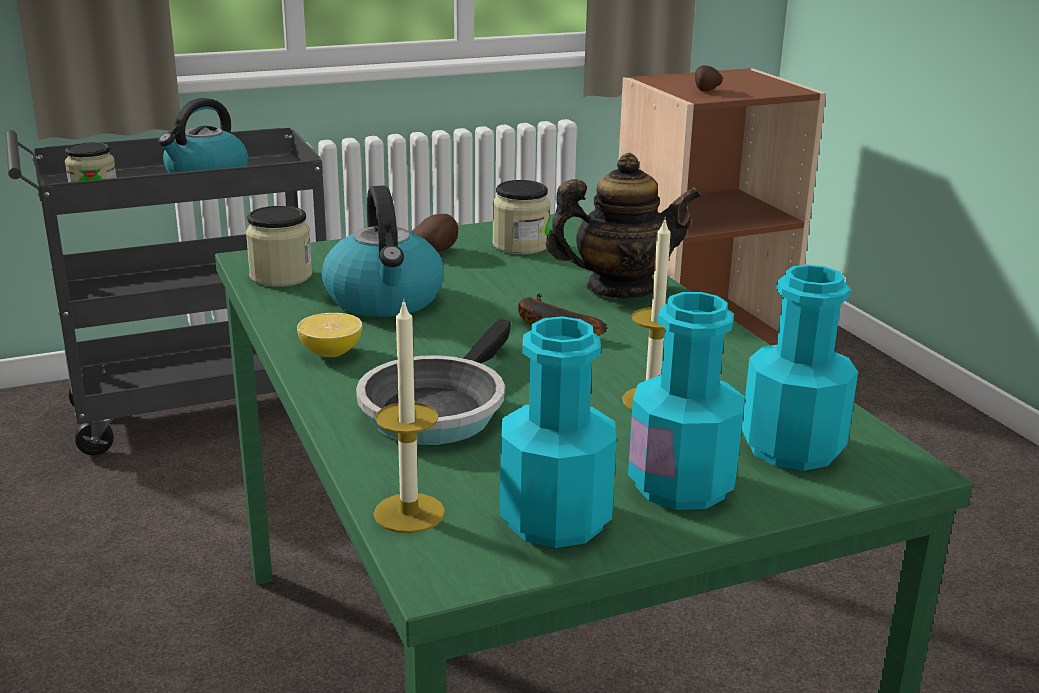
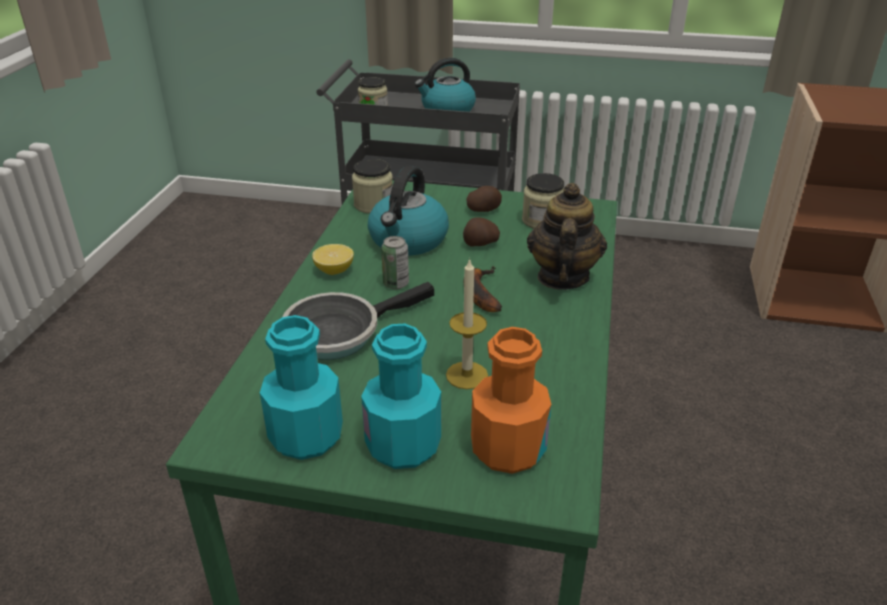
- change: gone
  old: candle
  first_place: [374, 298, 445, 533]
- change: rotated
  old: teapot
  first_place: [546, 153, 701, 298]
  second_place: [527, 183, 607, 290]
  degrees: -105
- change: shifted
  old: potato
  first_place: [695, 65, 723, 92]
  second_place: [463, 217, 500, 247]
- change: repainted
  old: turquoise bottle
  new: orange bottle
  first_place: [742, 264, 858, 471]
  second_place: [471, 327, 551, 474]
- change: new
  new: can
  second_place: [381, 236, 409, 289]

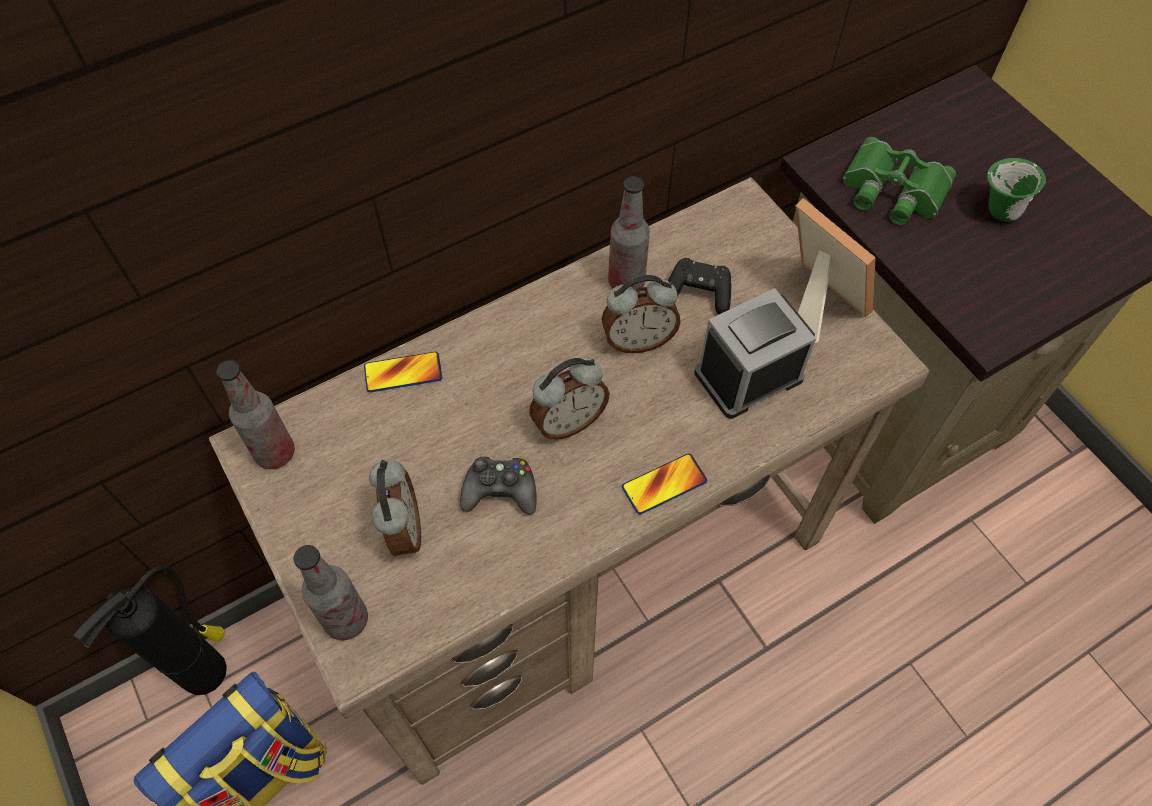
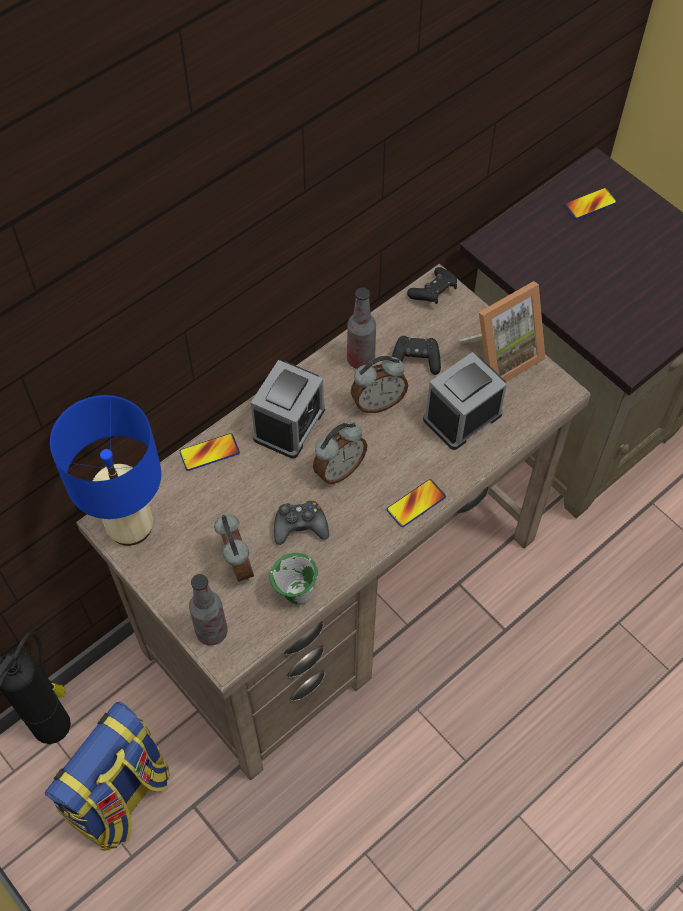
- change: swapped
  old: bottle
  new: blue table lamp
  first_place: [216, 360, 295, 469]
  second_place: [50, 395, 161, 546]
- change: rotated
  old: picture frame
  first_place: [795, 198, 876, 344]
  second_place: [460, 281, 545, 383]
  degrees: 105
- change: gone
  old: green binoculars
  first_place: [843, 137, 956, 226]
- change: shifted
  old: green mug
  first_place: [987, 158, 1046, 222]
  second_place: [270, 553, 318, 604]
- change: new
  new: alarm clock
  second_place: [251, 360, 325, 459]
- change: new
  new: black game controller
  second_place: [407, 267, 457, 304]
- change: new
  new: phone
  second_place: [564, 188, 617, 219]

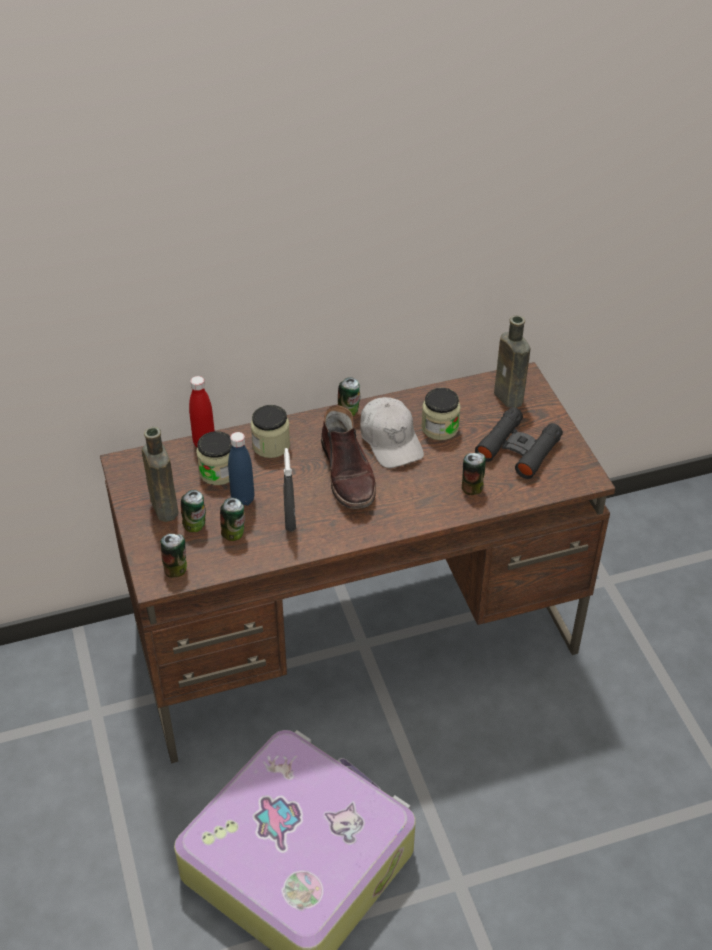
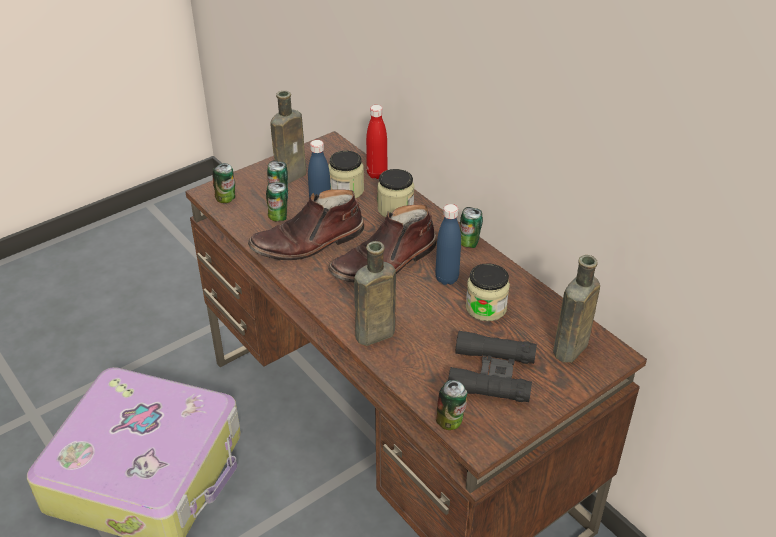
- change: swapped
  old: grey spray bottle
  new: brown boot
  first_place: [283, 448, 296, 531]
  second_place: [248, 189, 365, 260]
- change: swapped
  old: white cap
  new: blue bottle
  first_place: [360, 397, 424, 468]
  second_place: [435, 204, 461, 285]
- change: shifted
  old: can
  first_place: [462, 453, 486, 495]
  second_place: [436, 380, 467, 430]
- change: new
  new: brown bottle
  second_place: [354, 241, 396, 346]

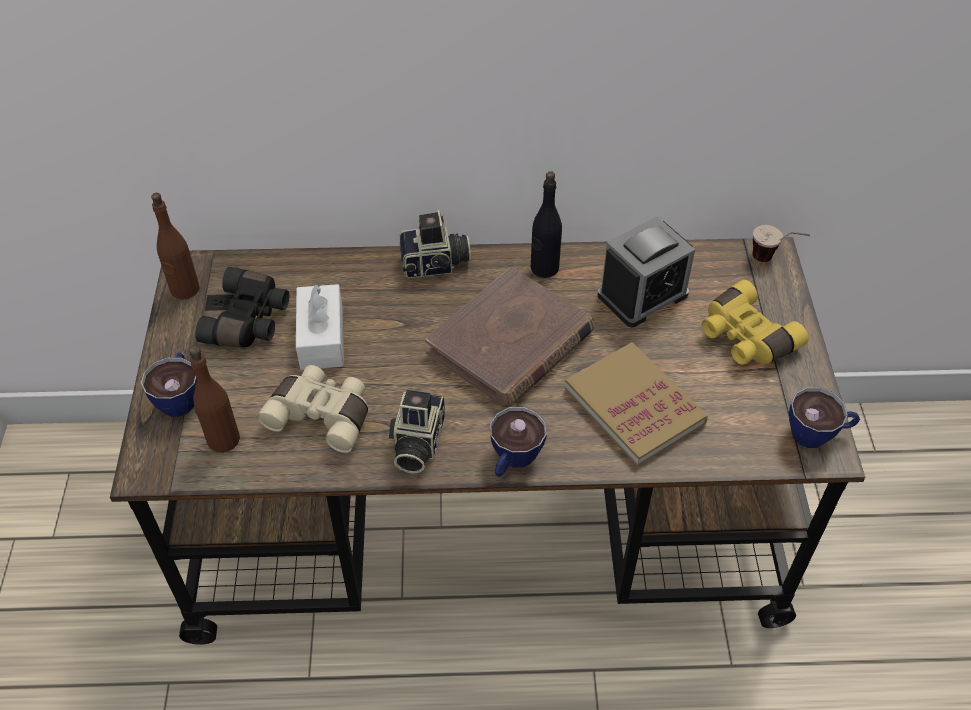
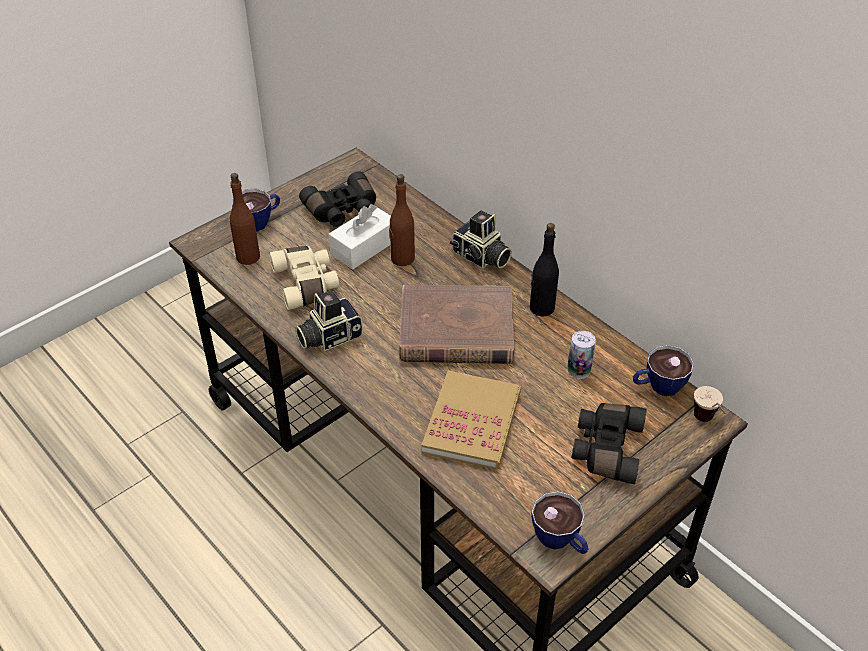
- change: shifted
  old: brown bottle
  first_place: [151, 193, 200, 300]
  second_place: [389, 174, 415, 266]
- change: shifted
  old: cup
  first_place: [490, 407, 547, 477]
  second_place: [633, 345, 694, 396]
- change: swapped
  old: alarm clock
  new: can
  first_place: [598, 217, 695, 327]
  second_place: [567, 331, 596, 379]
- change: repainted
  old: yellow binoculars
  new: black binoculars
  first_place: [702, 280, 809, 365]
  second_place: [572, 403, 647, 484]

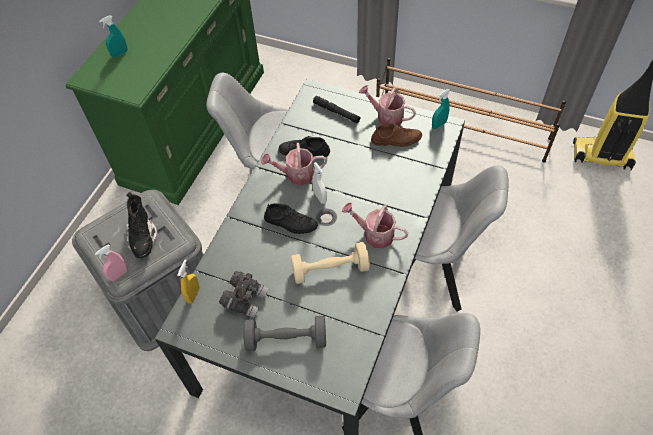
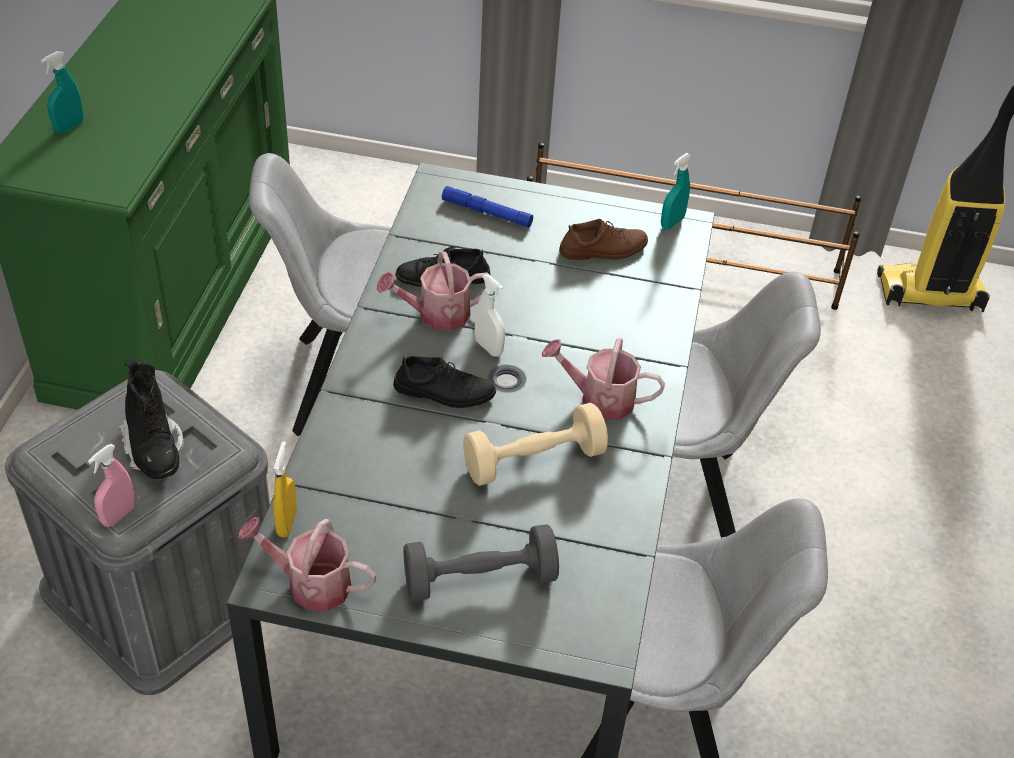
- change: gone
  old: grey binoculars
  first_place: [219, 271, 269, 318]
- change: repainted
  old: black flashlight
  new: blue flashlight
  first_place: [313, 96, 361, 123]
  second_place: [442, 186, 533, 228]
- change: shifted
  old: watering can
  first_place: [359, 85, 416, 126]
  second_place: [238, 517, 376, 611]

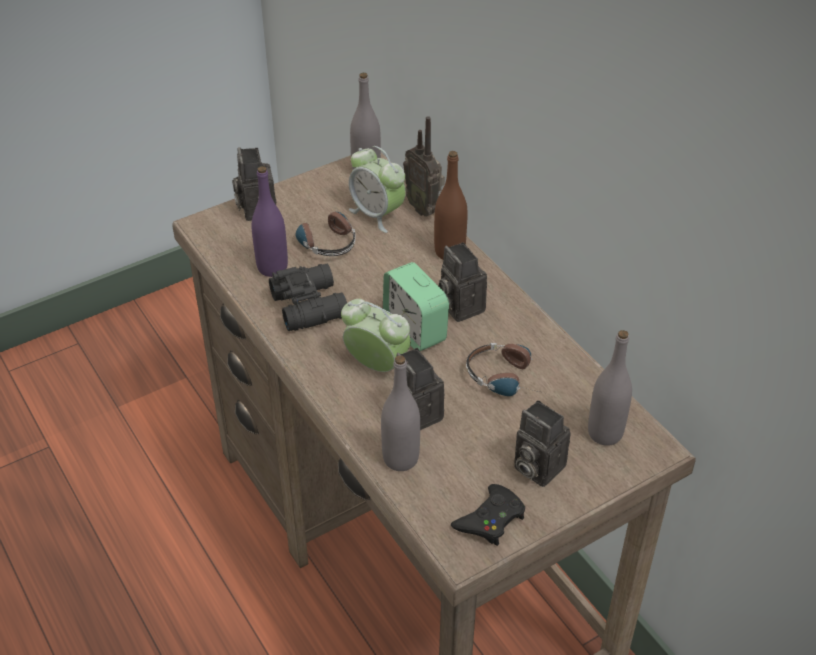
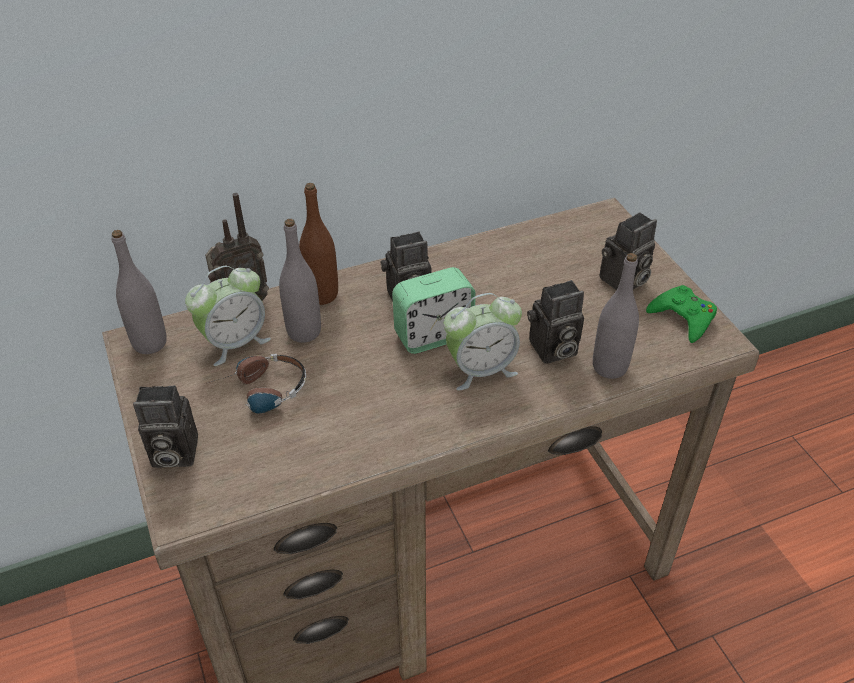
- change: gone
  old: purple bottle
  first_place: [252, 166, 288, 277]
- change: gone
  old: black binoculars
  first_place: [269, 264, 347, 331]
- change: rotated
  old: alarm clock
  first_place: [341, 299, 411, 372]
  second_place: [444, 293, 522, 390]
  degrees: -150
- change: repainted
  old: black game controller
  new: green game controller
  first_place: [451, 484, 525, 546]
  second_place: [646, 285, 717, 343]
- change: gone
  old: headphones
  first_place: [466, 343, 544, 396]
- change: shifted
  old: grey bottle
  first_place: [588, 330, 632, 446]
  second_place: [279, 219, 321, 343]

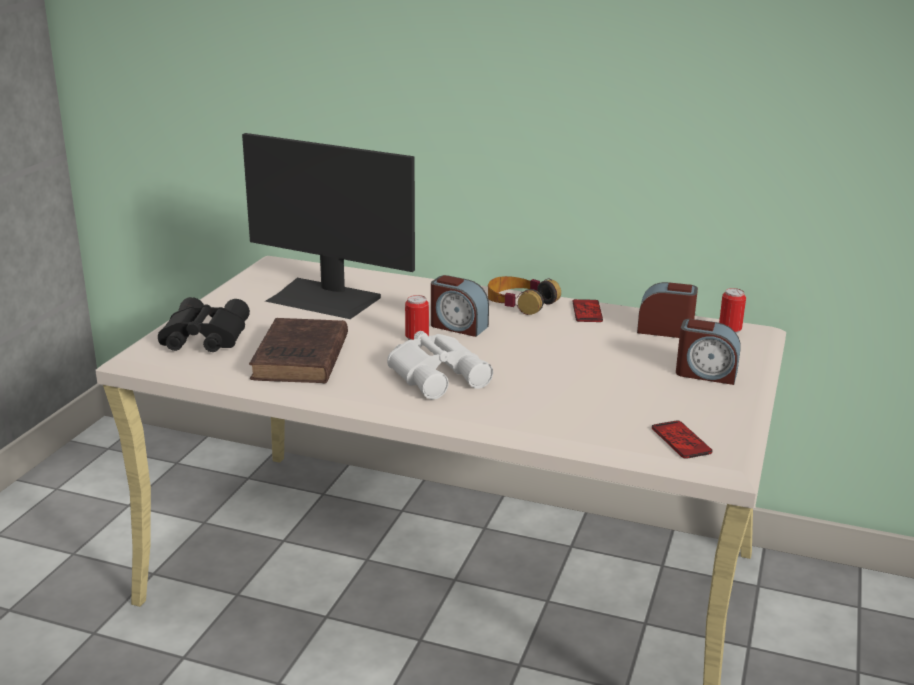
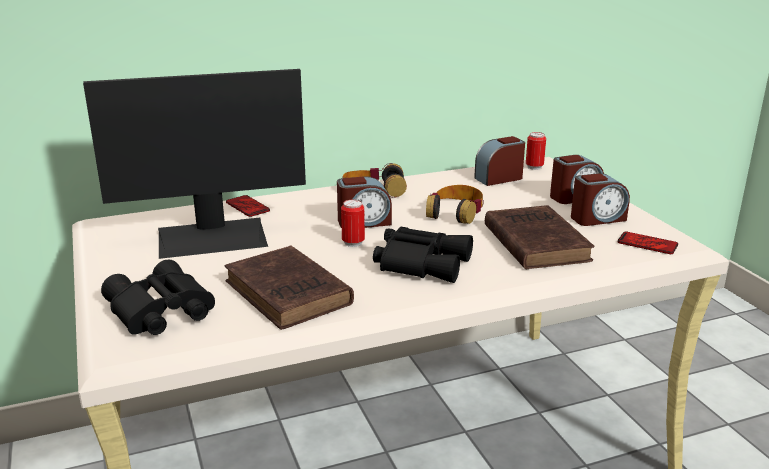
- change: repainted
  old: white binoculars
  new: black binoculars
  first_place: [387, 331, 493, 400]
  second_place: [373, 227, 473, 283]
- change: shifted
  old: phone
  first_place: [573, 299, 603, 322]
  second_place: [226, 195, 270, 217]
- change: new
  new: headphones
  second_place: [426, 185, 484, 224]
- change: new
  new: brown book
  second_place: [485, 205, 595, 269]
- change: new
  new: alarm clock
  second_place: [571, 173, 630, 226]

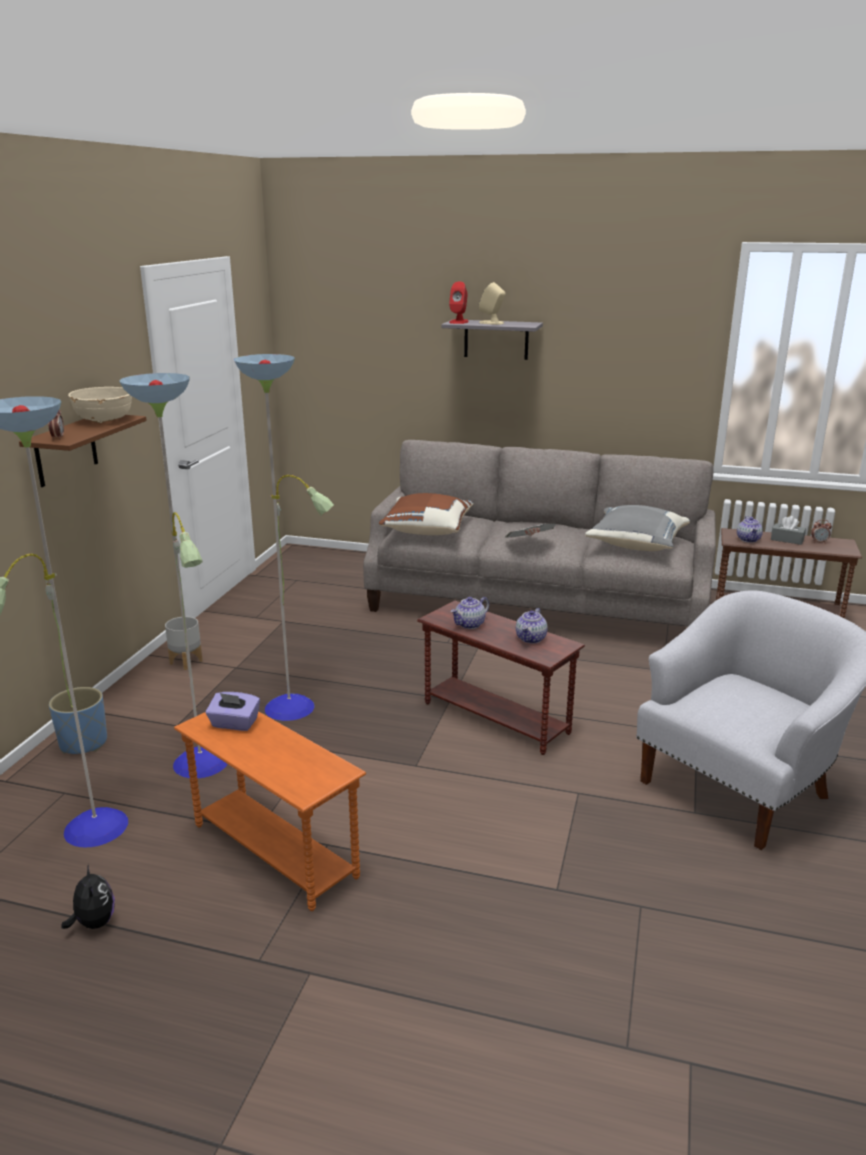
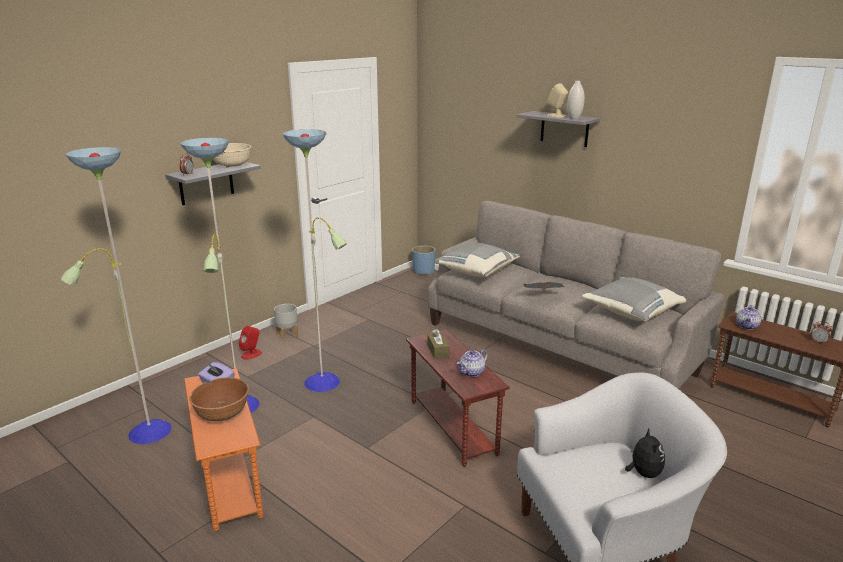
- change: repainted
  old: brown shelf
  new: grey shelf
  first_place: [19, 415, 147, 487]
  second_place: [165, 162, 261, 205]
- change: shifted
  old: blue planter
  first_place: [49, 687, 107, 754]
  second_place: [412, 245, 436, 275]
- change: shifted
  old: plush toy
  first_place: [61, 864, 115, 929]
  second_place: [625, 429, 665, 478]
- change: repainted
  old: brown pillow
  new: grey pillow
  first_place: [379, 493, 473, 535]
  second_place: [435, 242, 520, 277]
- change: shifted
  old: red speaker
  first_place: [449, 282, 469, 324]
  second_place: [239, 326, 262, 360]
- change: swapped
  old: teapot
  new: brown tissue box
  first_place: [451, 597, 489, 629]
  second_place: [428, 329, 450, 359]
- change: gone
  old: grey tissue box
  first_place: [771, 516, 806, 545]
- change: new
  new: brown bowl
  second_place: [189, 377, 249, 421]
- change: new
  new: white vase
  second_place: [567, 81, 585, 119]

